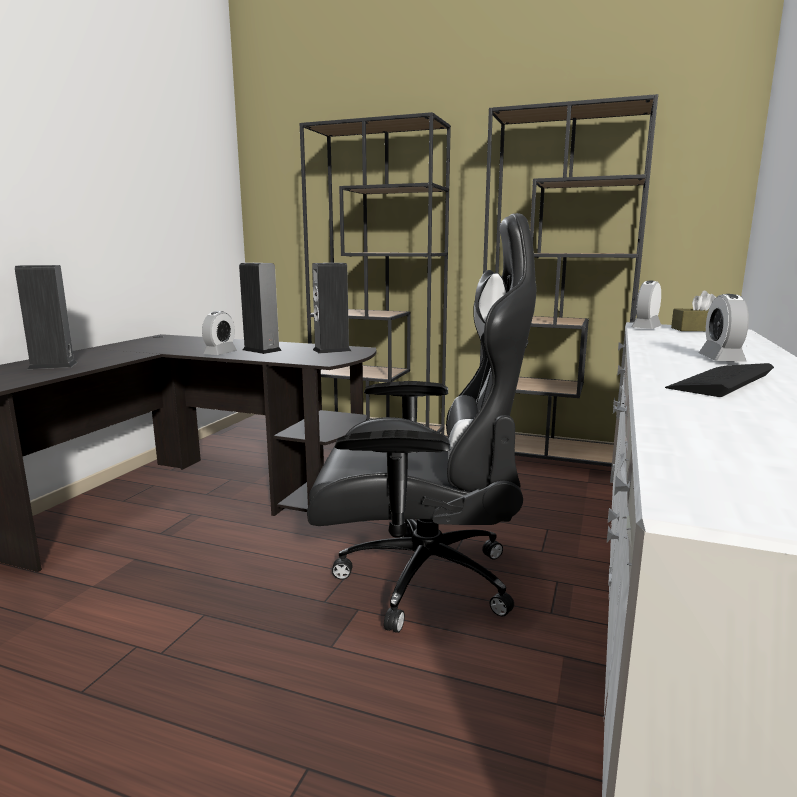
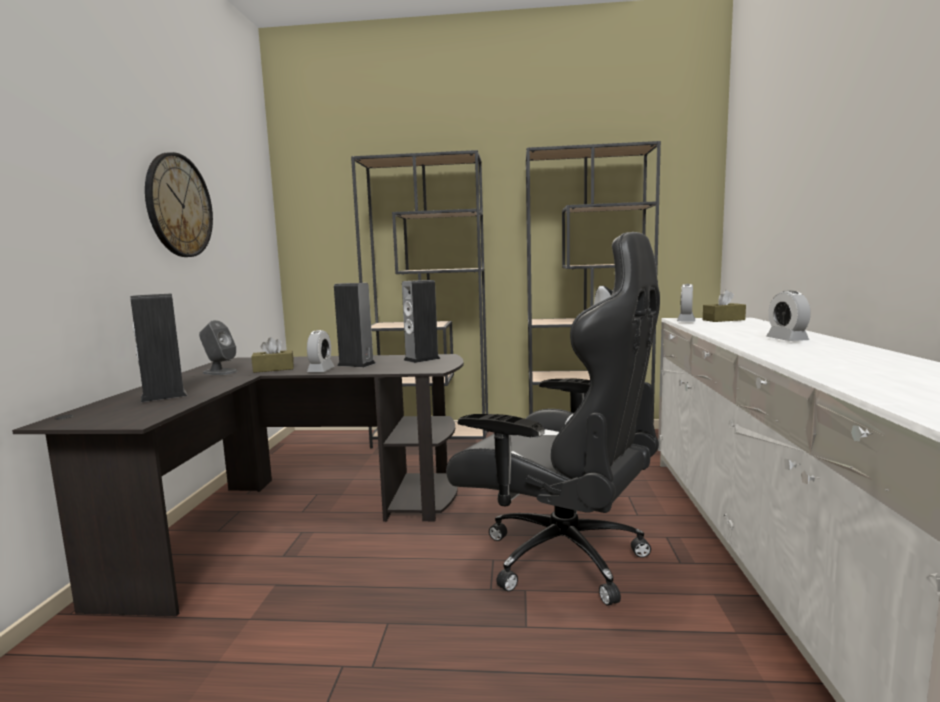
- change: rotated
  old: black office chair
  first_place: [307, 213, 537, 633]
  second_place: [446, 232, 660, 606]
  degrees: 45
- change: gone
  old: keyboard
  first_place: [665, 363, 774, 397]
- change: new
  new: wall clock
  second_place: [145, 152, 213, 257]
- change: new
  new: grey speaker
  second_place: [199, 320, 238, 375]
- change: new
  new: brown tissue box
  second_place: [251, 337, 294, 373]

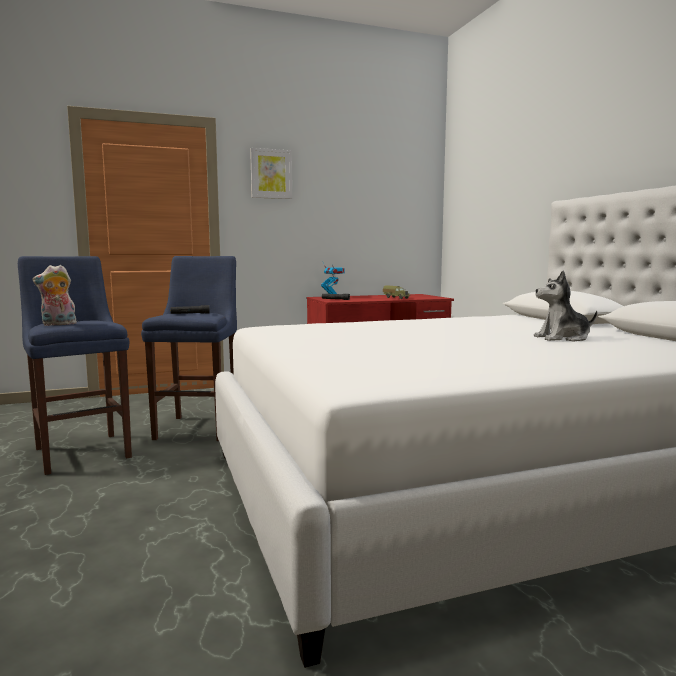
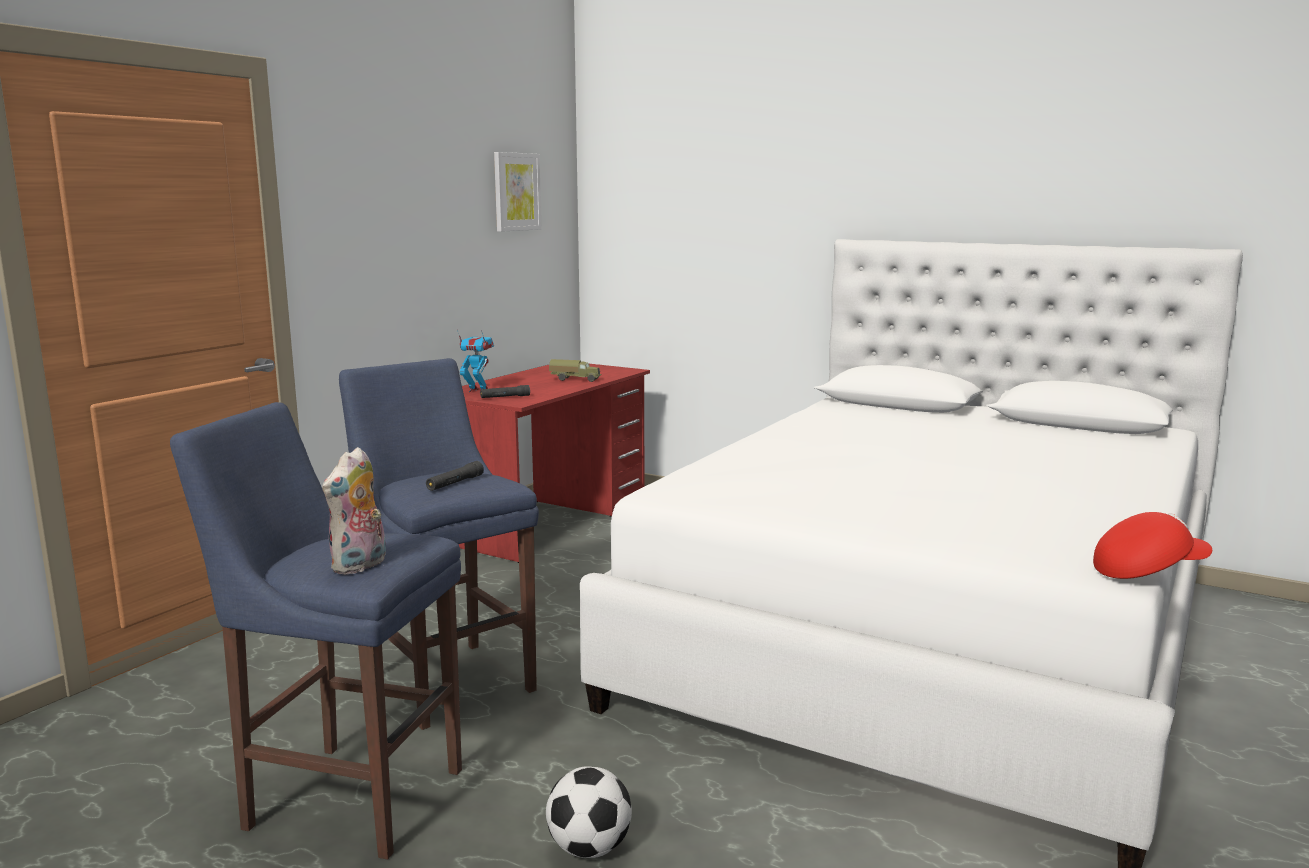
- change: shifted
  old: picture
  first_place: [250, 148, 292, 199]
  second_place: [494, 152, 541, 232]
- change: gone
  old: plush toy
  first_place: [534, 271, 597, 342]
- change: new
  new: football
  second_place: [546, 766, 632, 858]
- change: new
  new: red cap
  second_place: [1093, 512, 1212, 579]

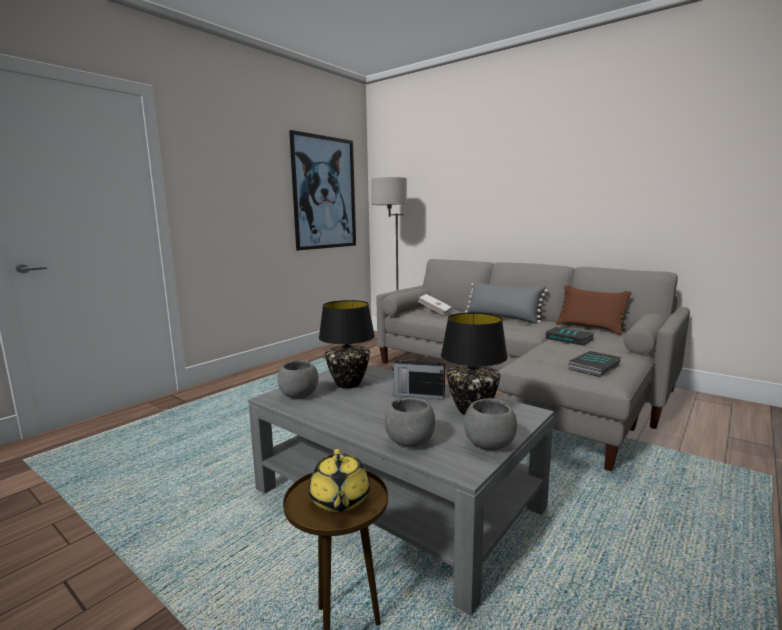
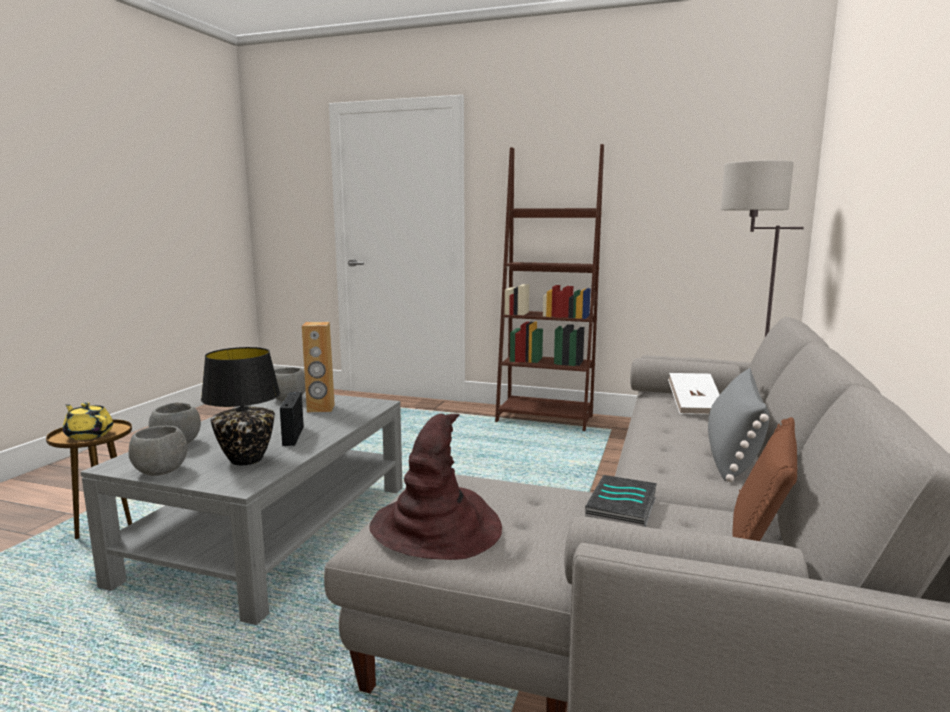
- change: gone
  old: picture
  first_place: [289, 130, 356, 250]
- change: rotated
  old: yellow teapot
  first_place: [309, 449, 370, 512]
  second_place: [63, 402, 113, 440]
  degrees: 60
- change: swapped
  old: black table lamp
  new: brown speaker
  first_place: [319, 300, 375, 389]
  second_place: [302, 322, 335, 412]
- change: swapped
  old: book
  new: brown hat
  first_place: [569, 351, 621, 377]
  second_place: [369, 414, 502, 560]
- change: new
  new: brown bookcase
  second_place: [495, 144, 604, 431]

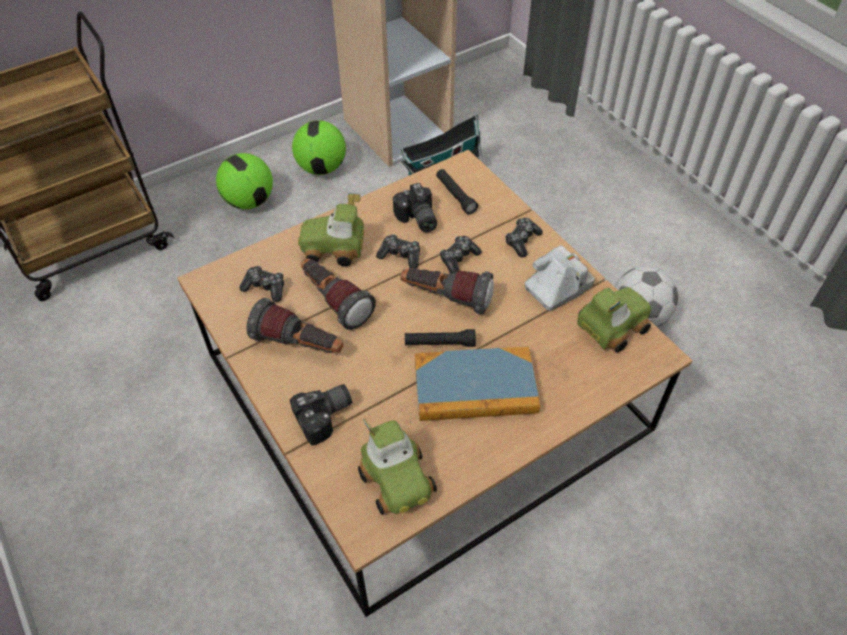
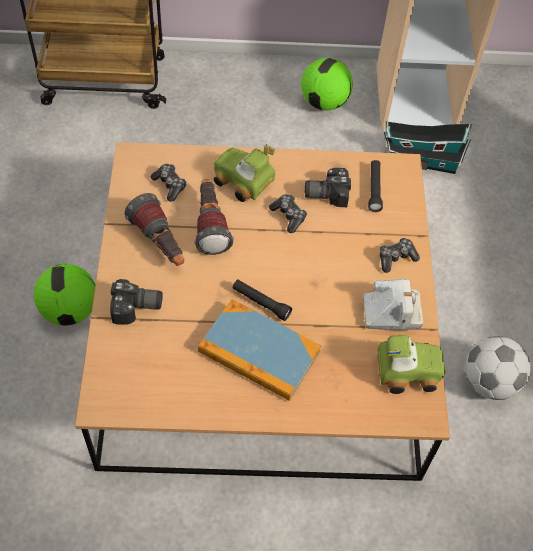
- change: shifted
  old: football
  first_place: [216, 153, 273, 209]
  second_place: [34, 264, 95, 326]
- change: gone
  old: toy car
  first_place: [358, 418, 437, 515]
- change: rotated
  old: photo camera
  first_place: [393, 183, 437, 232]
  second_place: [305, 168, 351, 207]
  degrees: 75
- change: gone
  old: flashlight
  first_place: [400, 268, 494, 315]
- change: gone
  old: game controller
  first_place: [440, 236, 482, 273]

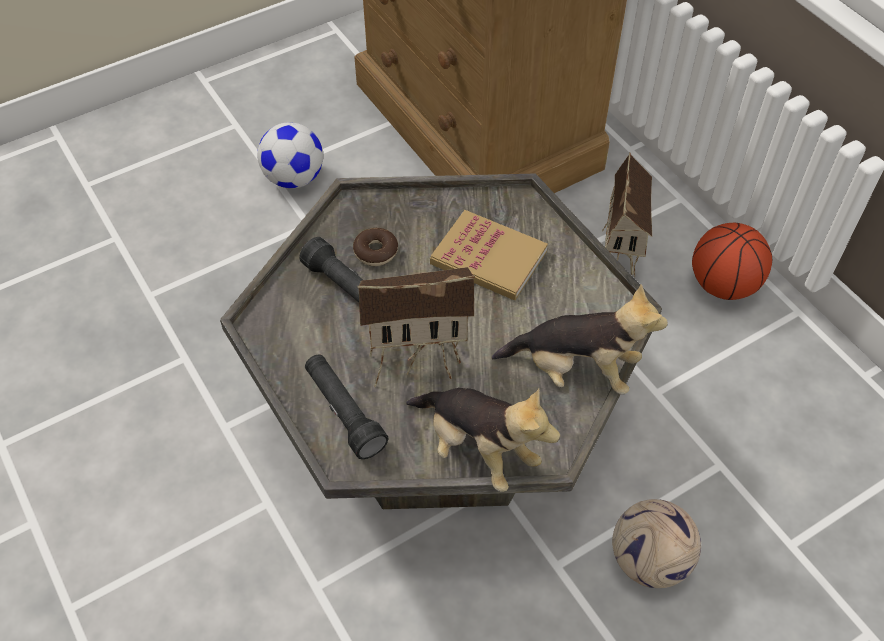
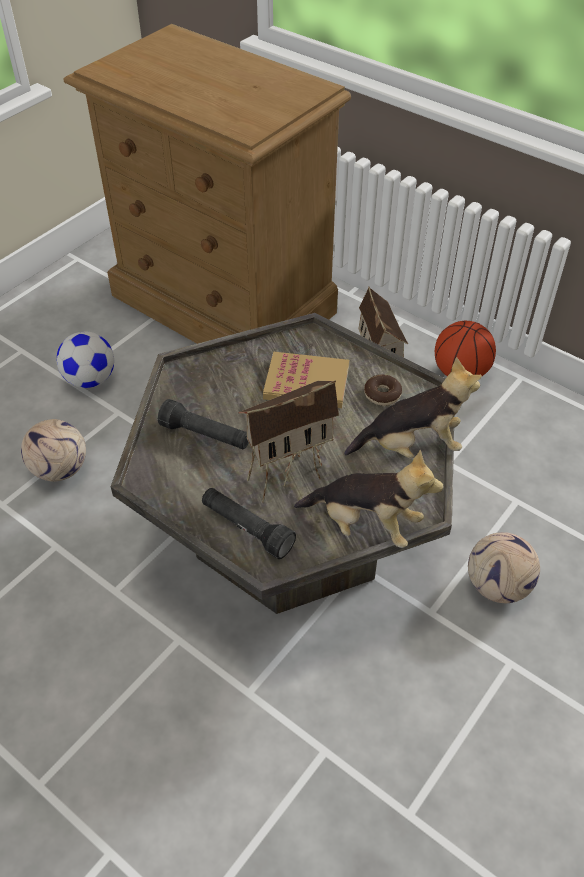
- change: shifted
  old: donut
  first_place: [353, 228, 398, 266]
  second_place: [364, 375, 402, 406]
- change: new
  new: football
  second_place: [21, 419, 86, 482]

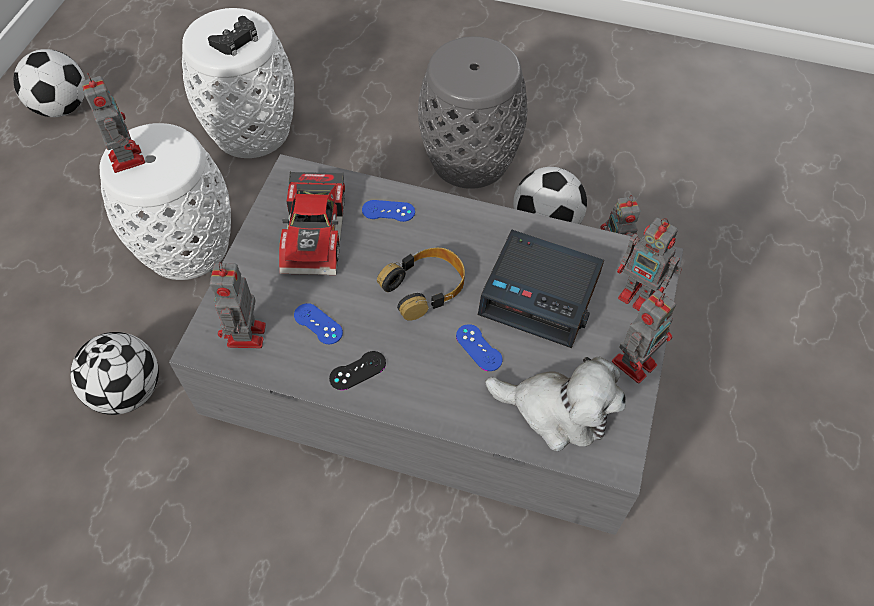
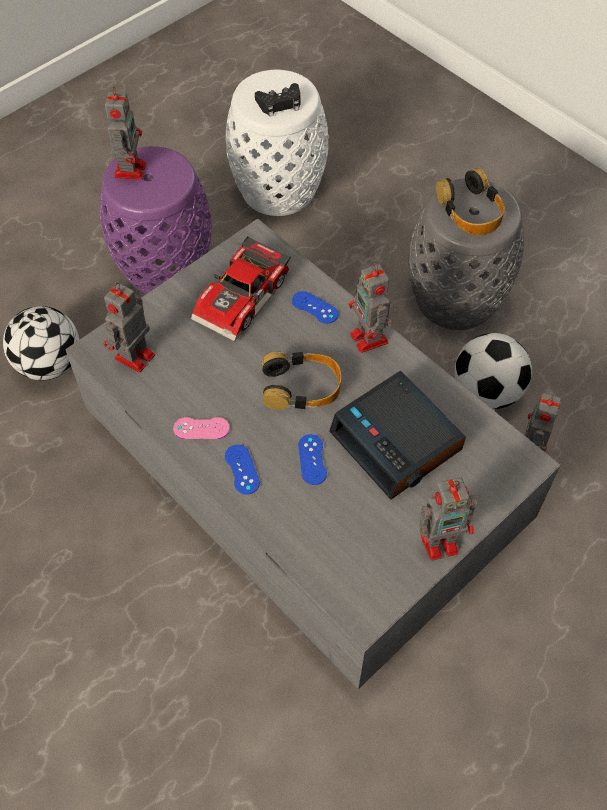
- change: gone
  old: football
  first_place: [13, 49, 85, 117]
- change: repainted
  old: white stool
  new: purple stool
  first_place: [100, 123, 231, 280]
  second_place: [100, 146, 212, 294]
- change: shifted
  old: blue game controller
  first_place: [294, 303, 343, 344]
  second_place: [225, 445, 260, 495]
- change: repainted
  old: black game controller
  new: pink game controller
  first_place: [329, 351, 386, 390]
  second_place: [173, 417, 230, 439]
- change: gone
  old: plush toy
  first_place: [485, 356, 626, 451]
- change: shifted
  old: toy robot
  first_place: [617, 218, 682, 311]
  second_place: [349, 263, 392, 353]
- change: new
  new: headphones
  second_place: [436, 168, 505, 235]

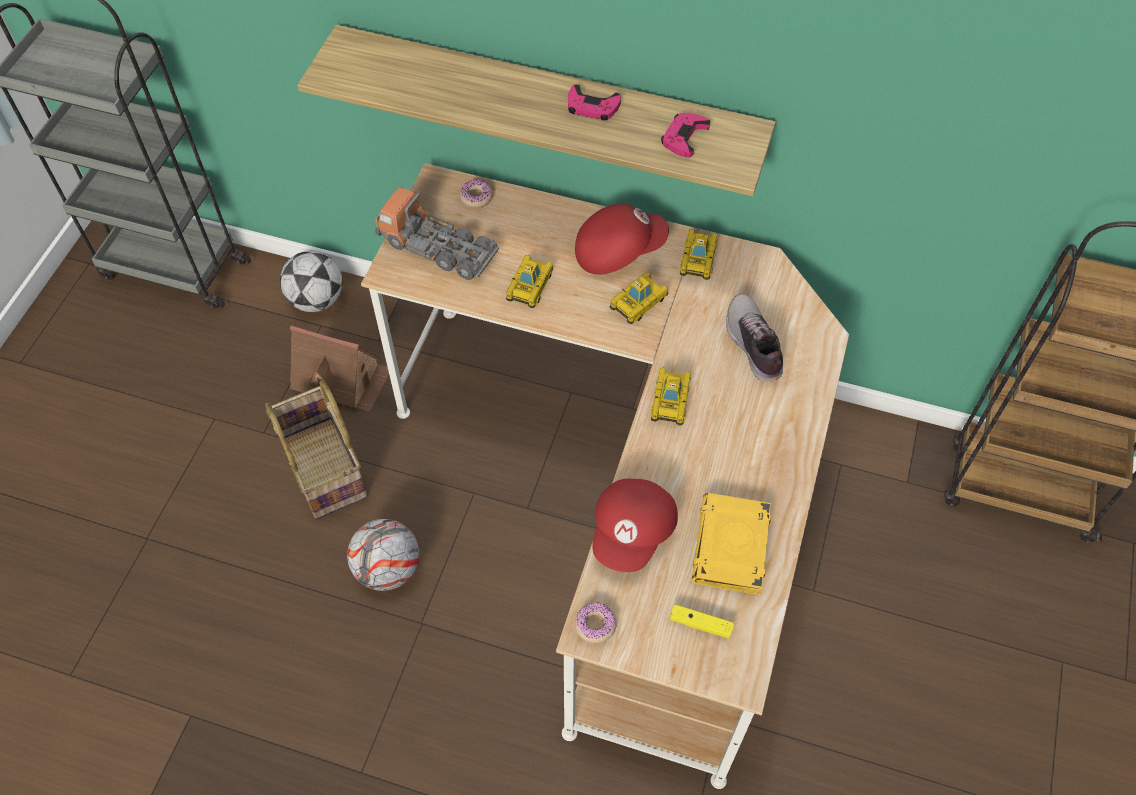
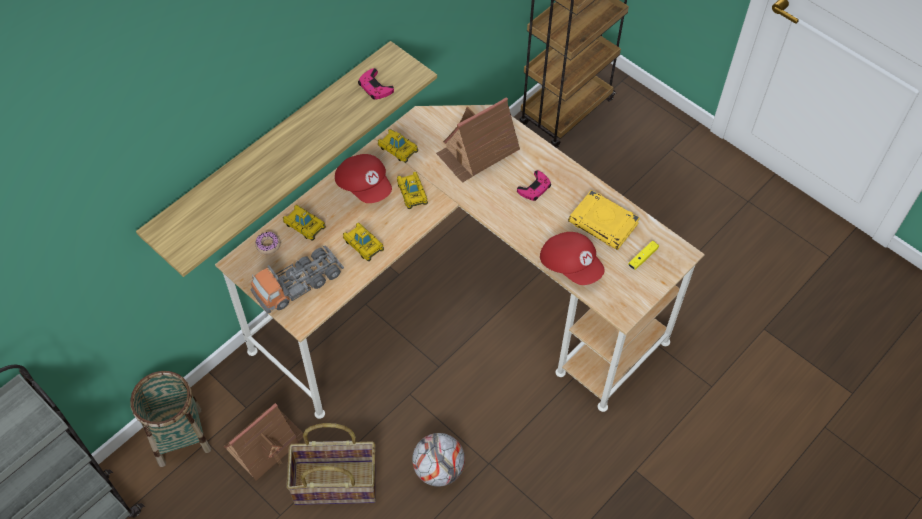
- change: swapped
  old: football
  new: basket
  first_place: [280, 251, 343, 312]
  second_place: [130, 371, 211, 467]
- change: shifted
  old: pink game controller
  first_place: [568, 84, 621, 120]
  second_place: [517, 170, 551, 201]
- change: rotated
  old: red cap
  first_place: [575, 203, 669, 275]
  second_place: [335, 154, 392, 203]
  degrees: 135
- change: gone
  old: donut
  first_place: [575, 602, 617, 644]
- change: shifted
  old: toy car
  first_place: [651, 368, 691, 425]
  second_place: [283, 205, 326, 240]
- change: swapped
  old: shoe
  new: toy house
  first_place: [726, 294, 783, 382]
  second_place: [436, 97, 520, 183]

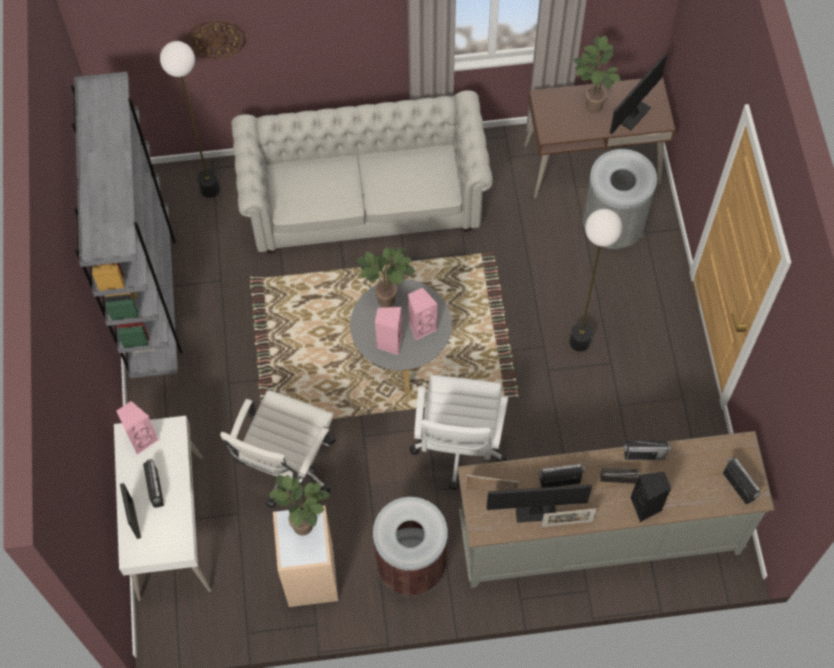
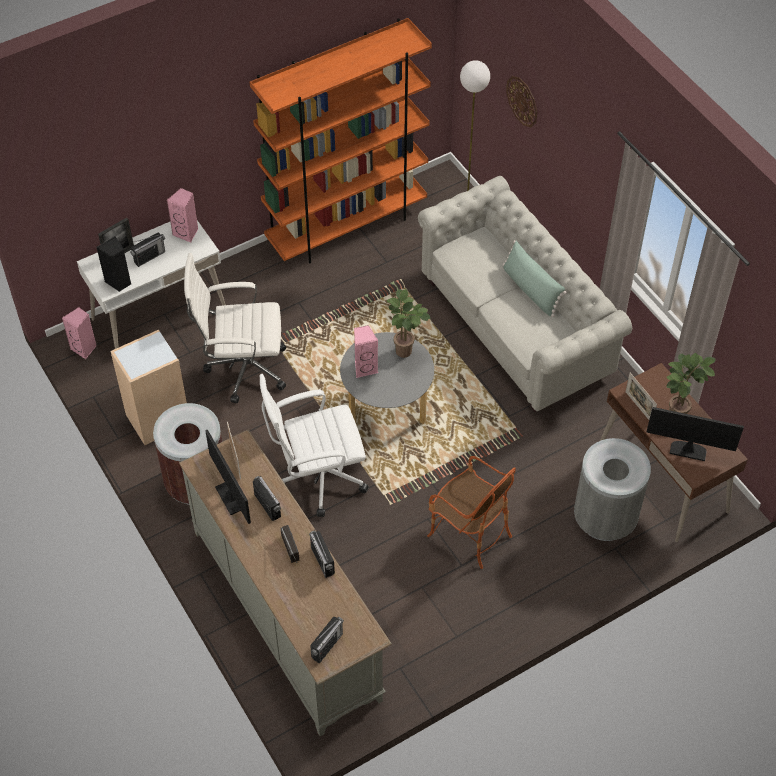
- change: repainted
  old: grey bookcase
  new: orange bookcase
  first_place: [71, 72, 182, 378]
  second_place: [250, 18, 432, 263]
- change: gone
  old: potted plant
  first_place: [269, 475, 330, 536]
- change: shifted
  old: pink speaker
  first_place: [408, 287, 437, 340]
  second_place: [62, 307, 97, 359]
- change: shifted
  old: picture frame
  first_place: [541, 508, 597, 527]
  second_place: [626, 373, 657, 420]
- change: swapped
  old: floor lamp
  new: armchair
  first_place: [569, 209, 622, 352]
  second_place: [427, 456, 516, 569]
- change: shifted
  old: black speaker
  first_place: [630, 472, 671, 522]
  second_place: [97, 236, 131, 292]
- change: new
  new: green pillow
  second_place: [503, 240, 567, 317]

